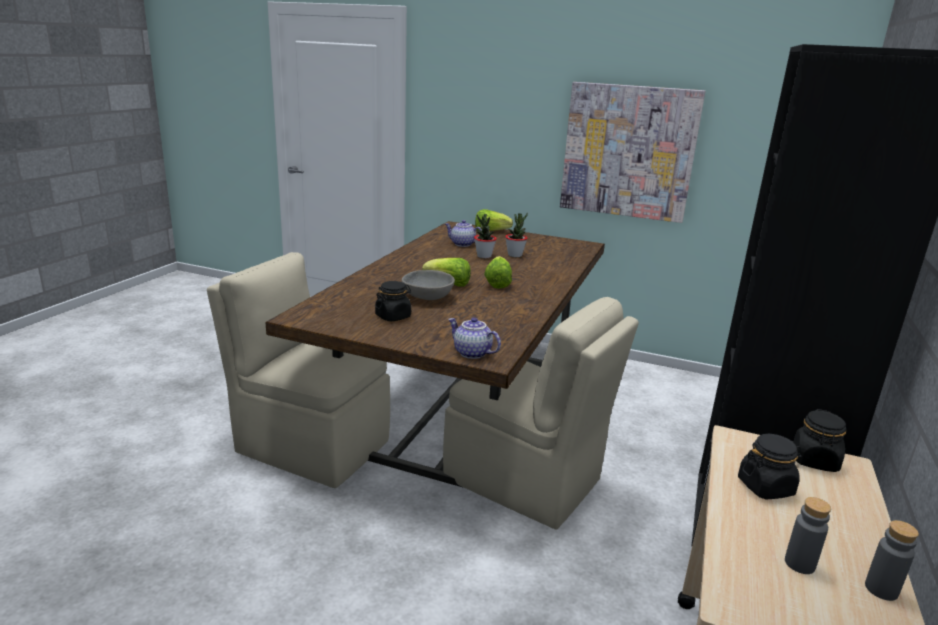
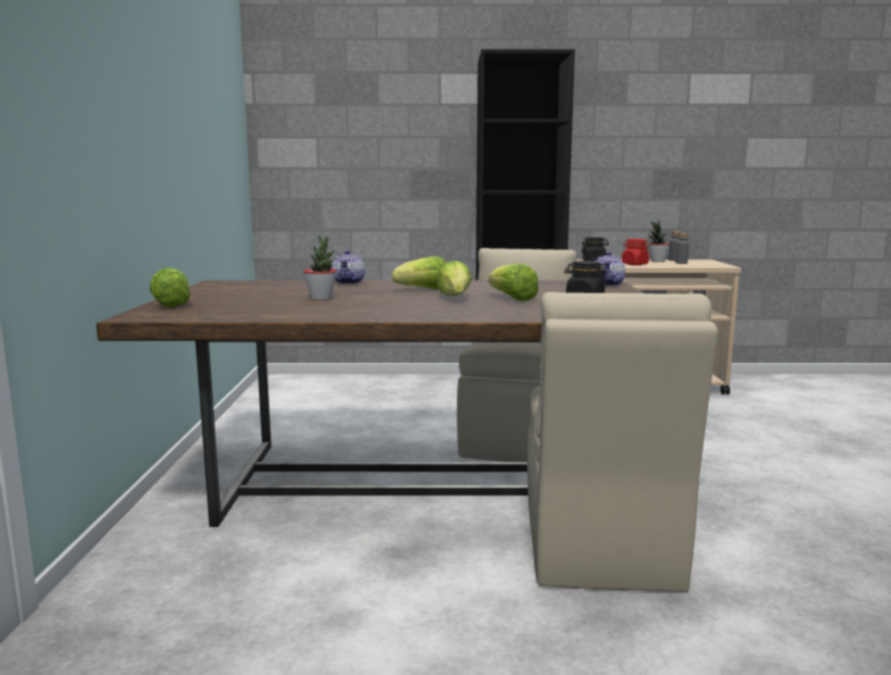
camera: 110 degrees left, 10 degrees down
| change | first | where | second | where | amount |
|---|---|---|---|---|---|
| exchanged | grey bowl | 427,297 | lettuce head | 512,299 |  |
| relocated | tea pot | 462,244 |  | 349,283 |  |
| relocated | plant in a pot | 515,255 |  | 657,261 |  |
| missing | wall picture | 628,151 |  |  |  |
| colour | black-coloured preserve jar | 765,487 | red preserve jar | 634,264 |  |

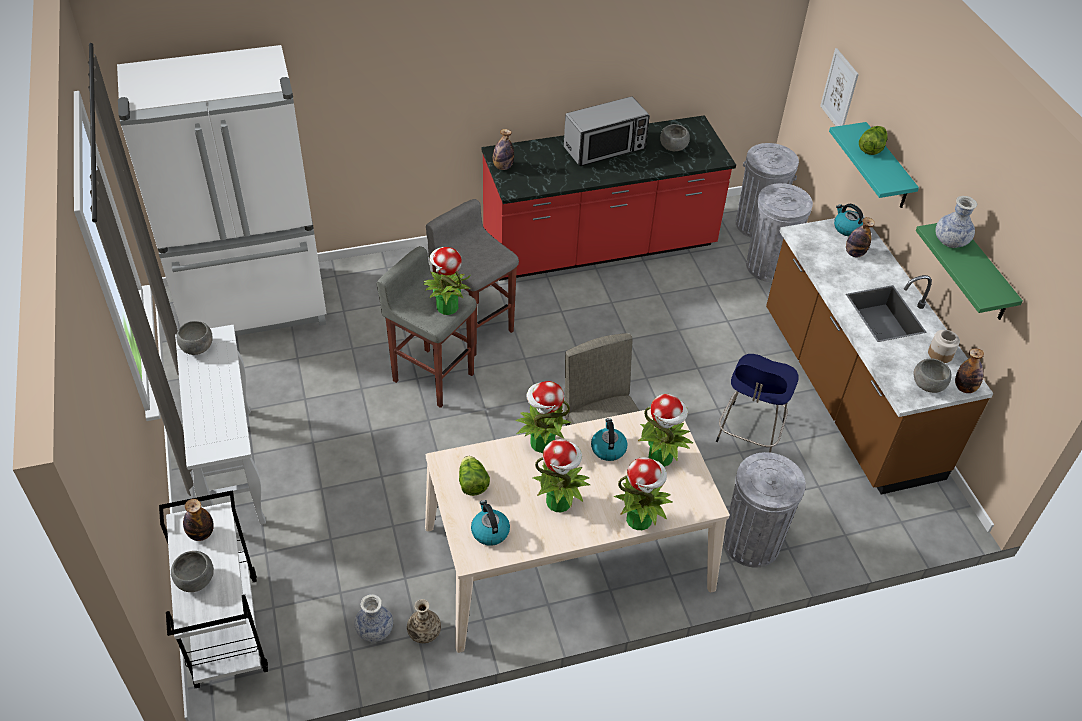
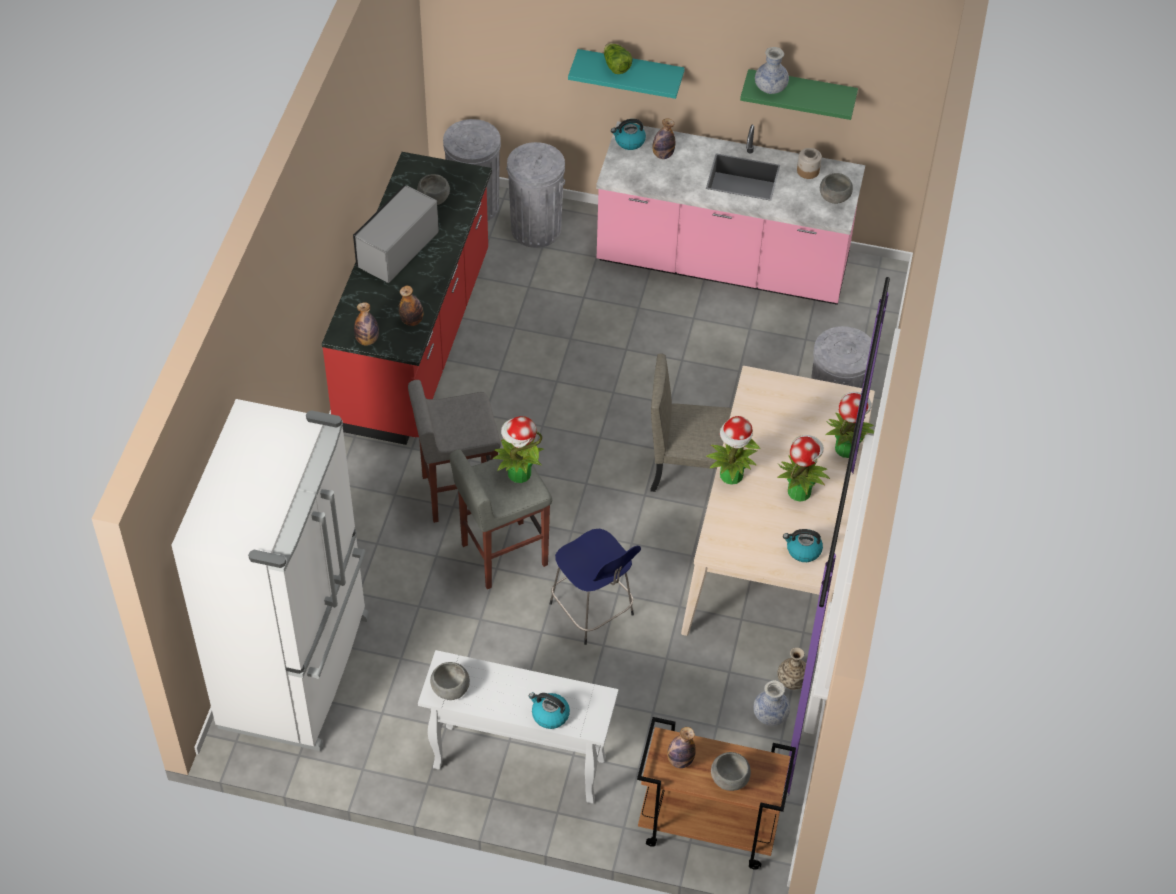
camera: 60 degrees left, 5 degrees up
| change | first | where | second | where | amount |
|---|---|---|---|---|---|
| colour | white-coloured cart | 226,629 | brownish cart | 707,828 |  |
| missing | lettuce head | 472,484 |  |  |  |
| spun | microwave | 605,148 |  | 397,249 | 150 degrees counterclockwise |
| relocated | tea kettle | 608,448 |  | 549,715 |  |
| missing | plant in a pot | 661,457 |  |  |  |
| relocated | blue-coloured sitting stool | 749,433 |  | 593,611 |  |
| colour | brownish kitchen counter | 847,393 | pink kitchen counter | 722,263 |  |
| missing | wall picture | 839,90 |  |  |  |
| relocated | bottle | 964,388 |  | 412,321 |  |

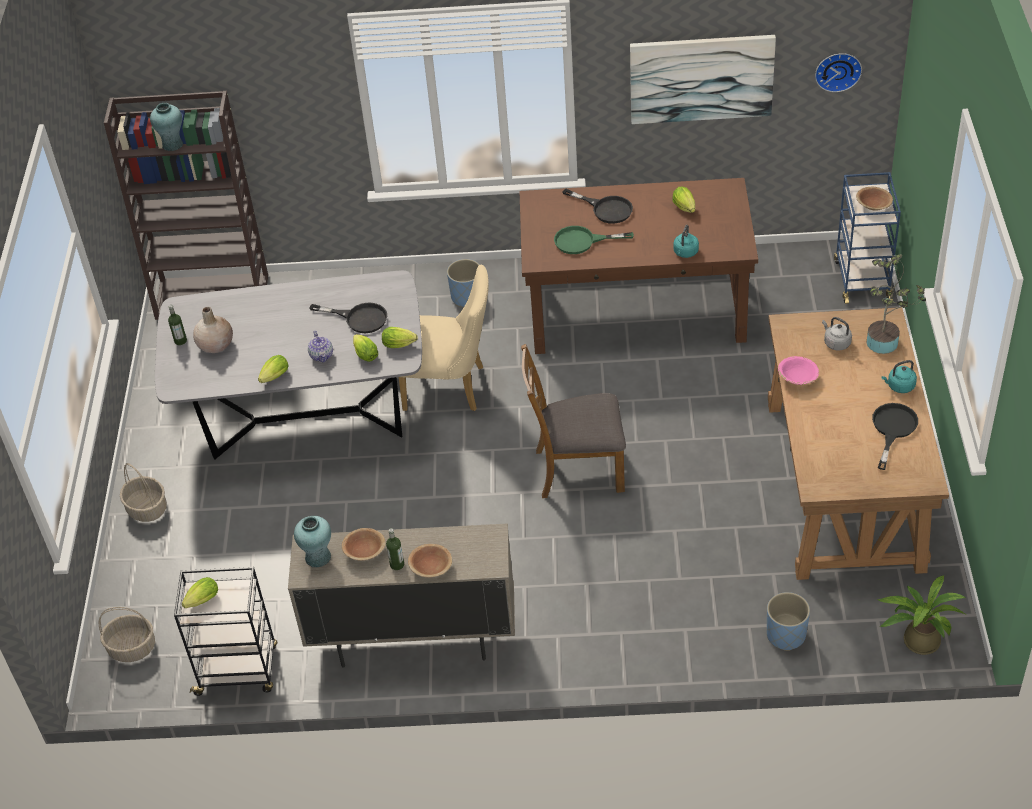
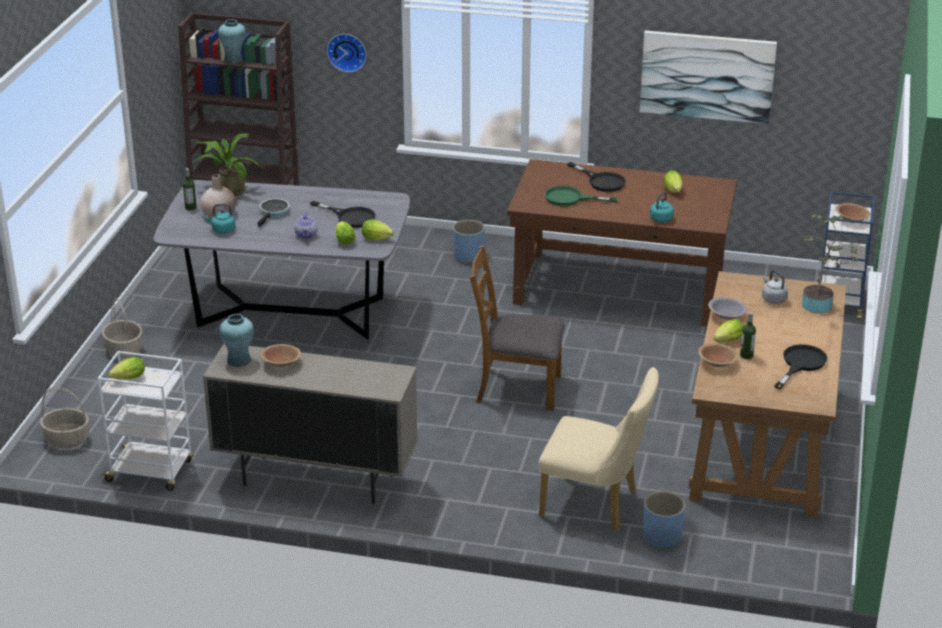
camera: 10 degrees right, 15 degrees down
| change | first | where | second | where | amount |
|---|---|---|---|---|---|
| colour | black-coloured cart | 238,670 | white-coloured cart | 151,471 |  |
| relocated | lettuce head | 274,378 |  | 726,342 |  |
| relocated | bottle | 397,564 |  | 746,356 |  |
| relocated | sand-coloured chair | 451,388 |  | 596,505 |  |
| relocated | brownish bowl | 431,568 |  | 717,363 |  |
| colour | pink bowl | 797,378 | grey bowl | 726,316 |  |
| relocated | wall clock | 837,70 |  | 347,51 |  |
| relocated | plant in a pot | 917,639 |  | 228,189 |  |
| relocated | turquoise-coloured tea kettle | 899,386 |  | 222,230 |  |
| appeared |  |  | frying pan | 274,213 |  |

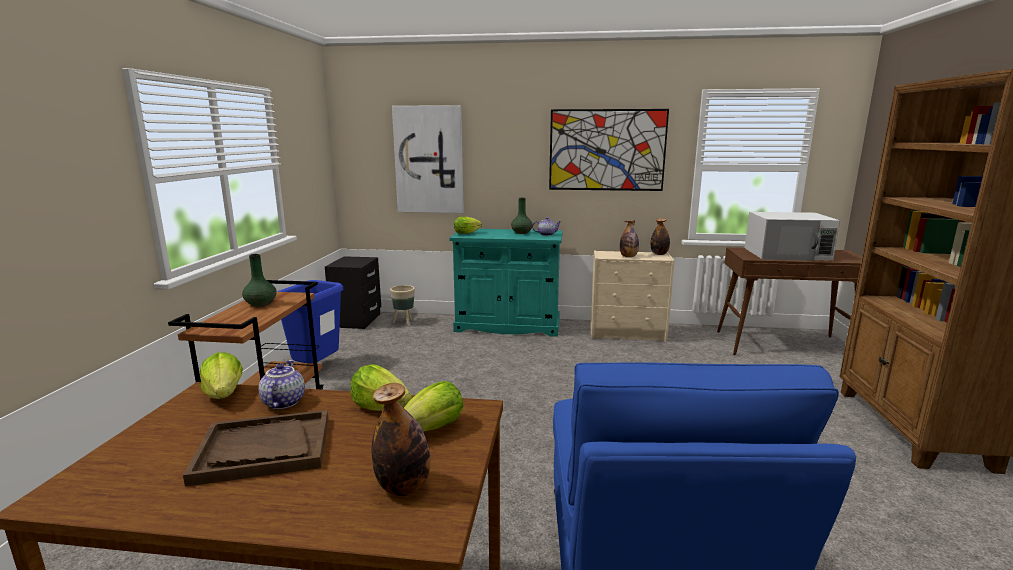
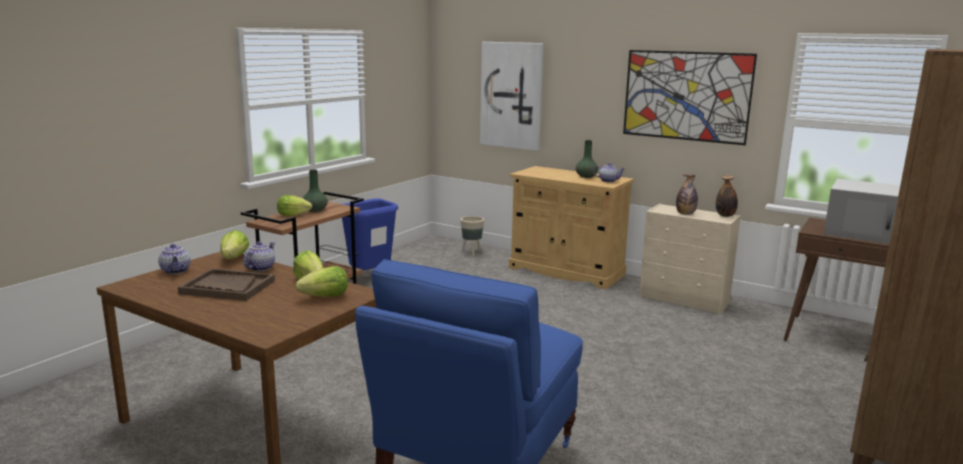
camera: 25 degrees right, 0 degrees up
| change | first | where | second | where | amount |
|---|---|---|---|---|---|
| missing | black-coloured night table | 356,320 |  |  |  |
| missing | bottle | 404,487 |  |  |  |
| colour | turquoise-coloured cupboard | 507,325 | sand-coloured cupboard | 566,271 |  |
| relocated | lettuce head | 466,233 |  | 293,215 |  |
| appeared |  |  | tea pot | 176,271 |  |

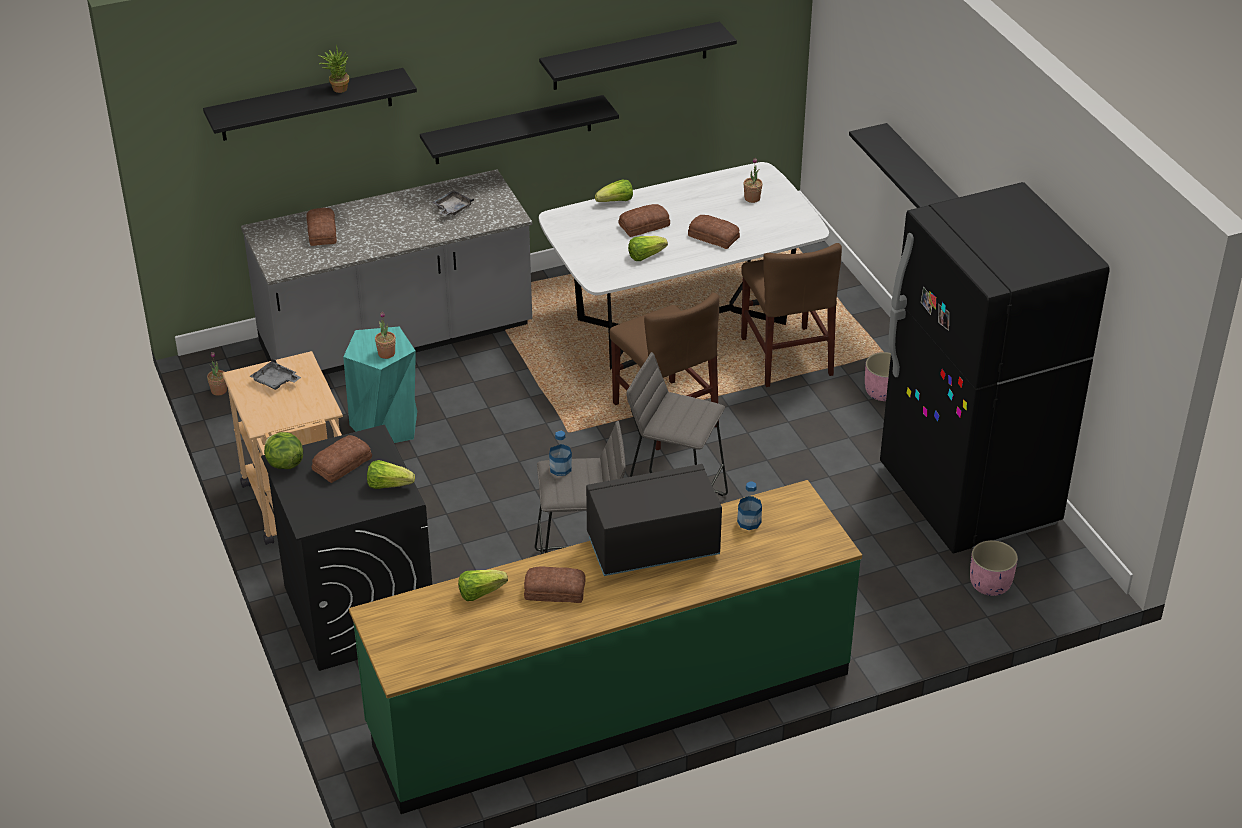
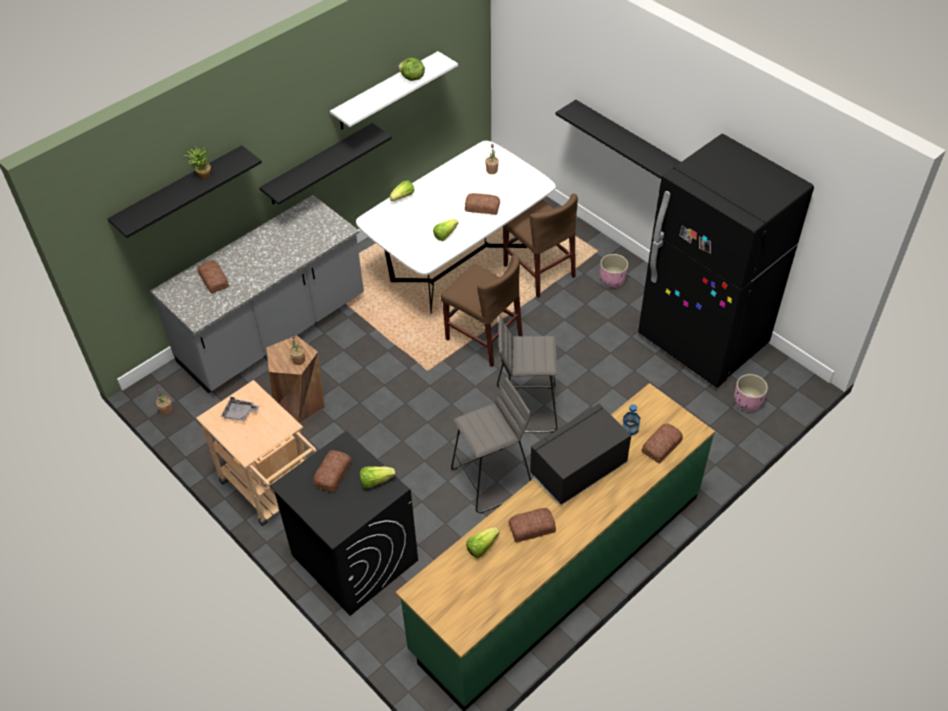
camera: 20 degrees left, 10 degrees up
| change | first | where | second | where | amount |
|---|---|---|---|---|---|
| relocated | lettuce head | 284,464 |  | 412,78 |  |
| colour | turquoise-coloured sitting stool | 386,425 | brownish sitting stool | 300,402 |  |
| missing | grey serving tray | 452,209 |  |  |  |
| colour | black-coloured shelf | 630,56 | white-coloured shelf | 386,91 |  |
| missing | bottle | 560,468 |  |  |  |
| relocated | baked bread | 645,226 |  | 662,446 |  |

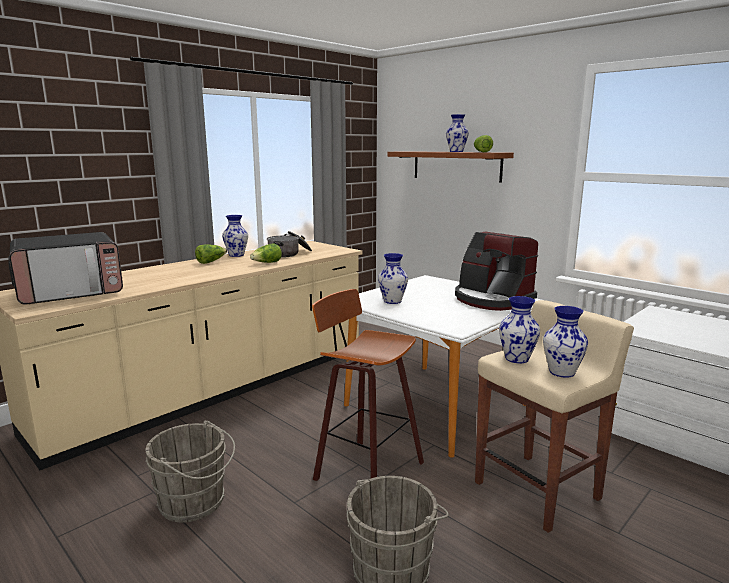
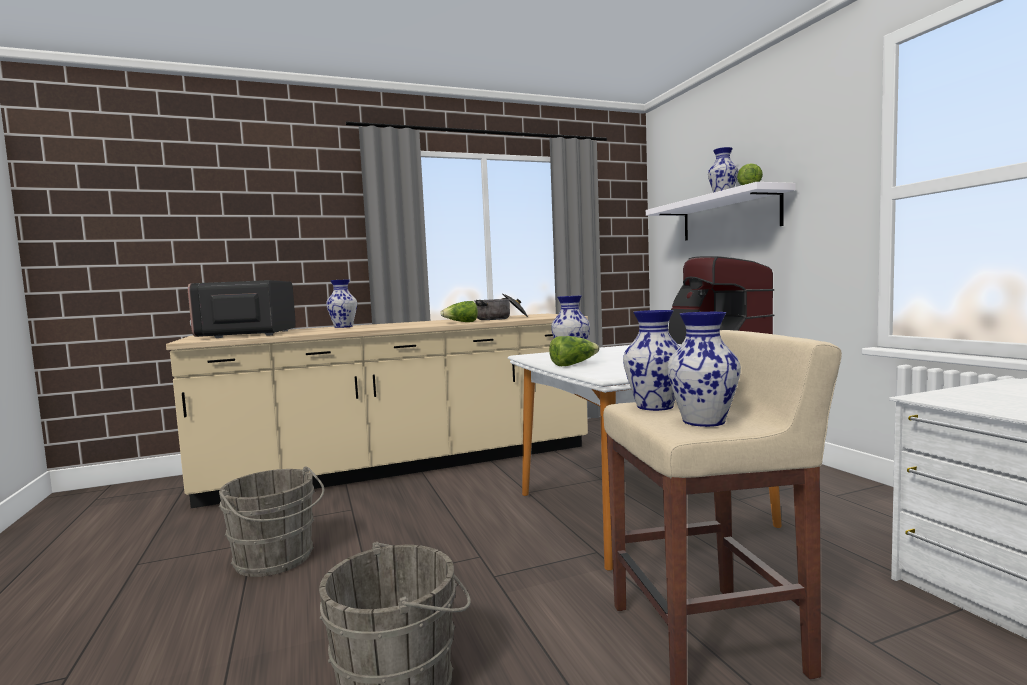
camera: 25 degrees right, 10 degrees down
| change | first | where | second | where | amount |
|---|---|---|---|---|---|
| spun | microwave | 71,292 |  | 248,334 | 90 degrees clockwise |
| relocated | lettuce head | 211,262 |  | 573,364 |  |
| relocated | decorative vase | 237,255 |  | 343,327 |  |
| missing | sitting stool | 365,471 |  |  |  |
| colour | brownish shelf | 456,166 | white-coloured shelf | 729,216 |  |

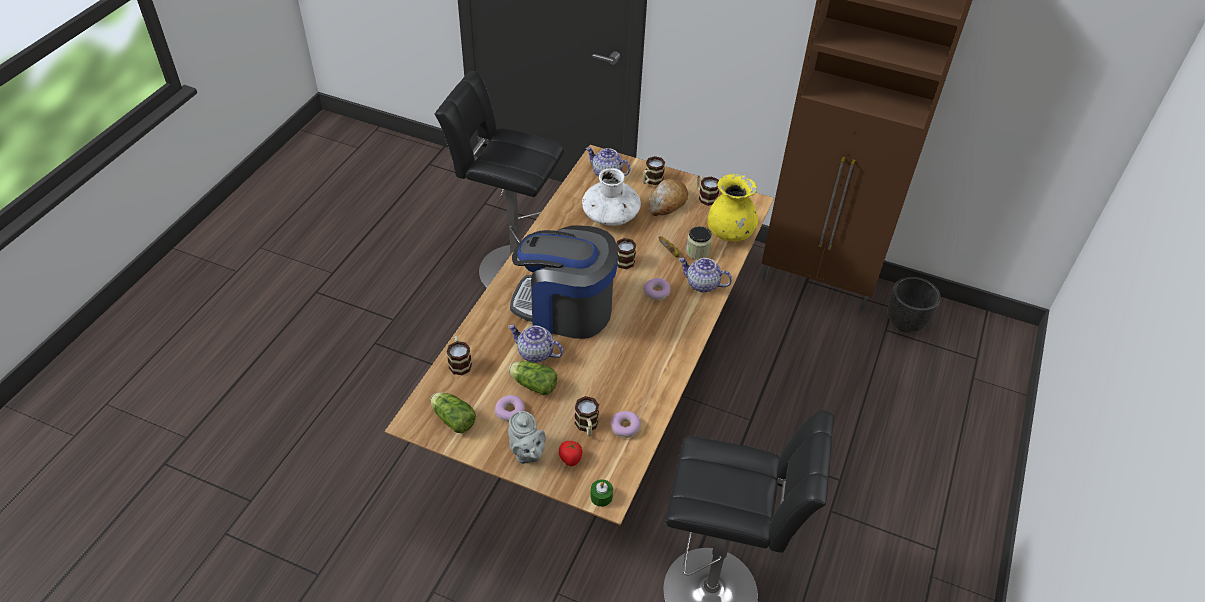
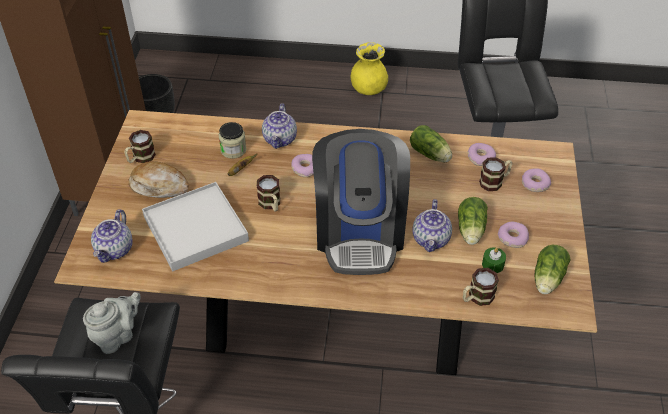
camera: 105 degrees left, 0 degrees up
| change | first | where | second | where | amount |
|---|---|---|---|---|---|
| relocated | grey tea pot | 526,453 |  | 118,336 |  |
| exchanged | tomato | 570,459 | donut | 534,184 |  |
| exchanged | white-coloured decorative vase | 610,215 | white-coloured serving tray | 195,229 |  |
| relocated | green-coloured candle | 601,496 |  | 492,265 |  |
| missing | tea mug | 651,181 |  |  |  |
| relocated | yellow decorative vase | 730,233 |  | 368,89 |  |
| appeared |  |  | lettuce head | 431,155 |  |

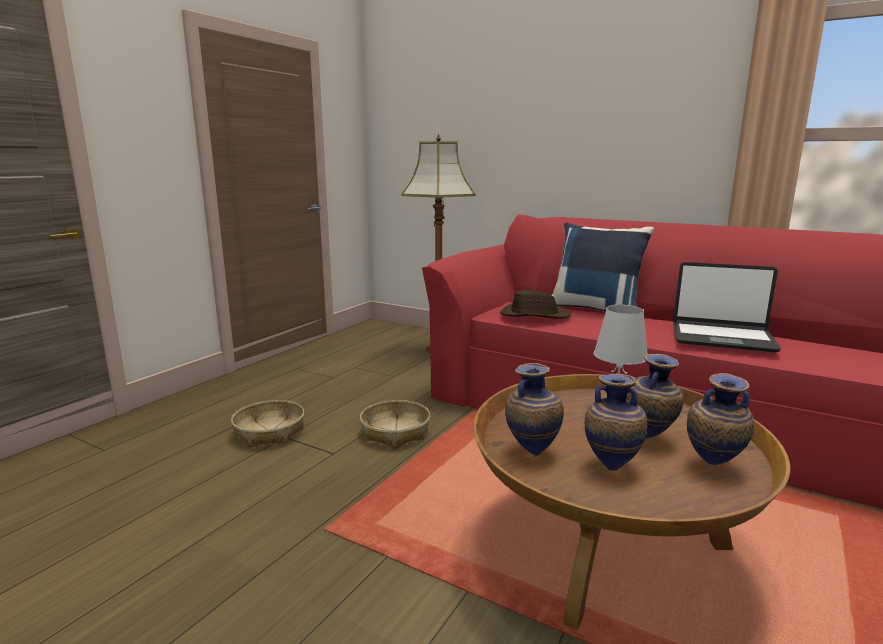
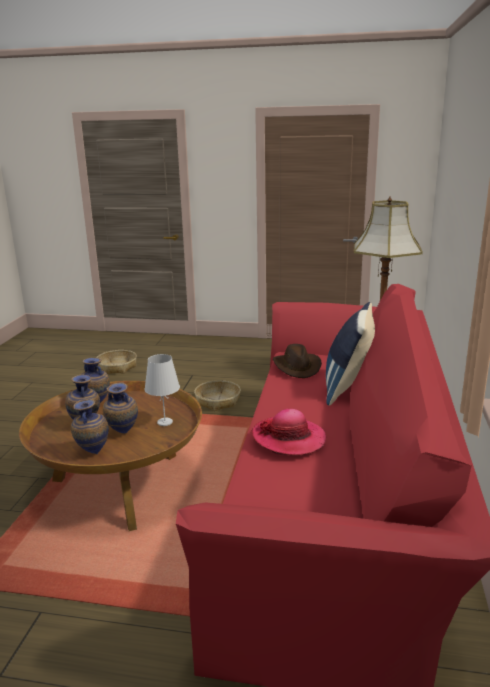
camera: 70 degrees right, 5 degrees up
| change | first | where | second | where | amount |
|---|---|---|---|---|---|
| relocated | storage basket | 269,432 |  | 117,367 |  |
| exchanged | portable computer | 722,338 | wearable hat | 289,438 |  |

